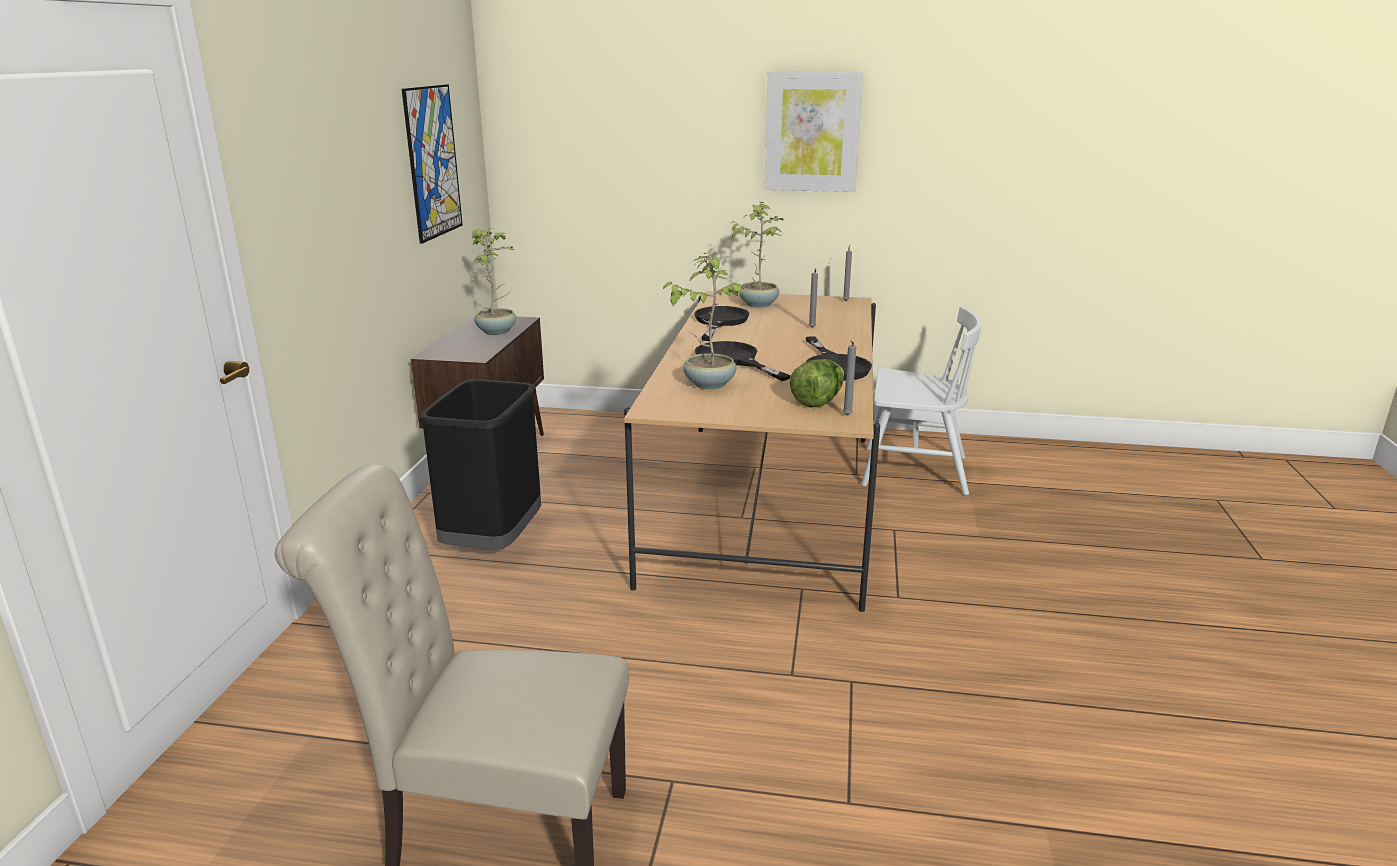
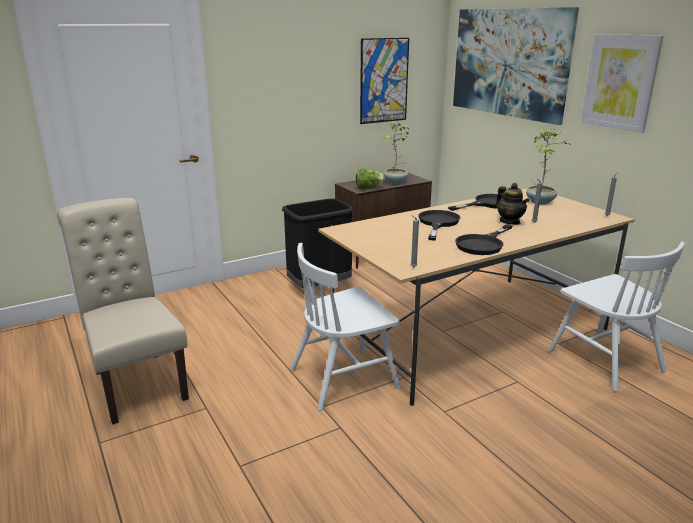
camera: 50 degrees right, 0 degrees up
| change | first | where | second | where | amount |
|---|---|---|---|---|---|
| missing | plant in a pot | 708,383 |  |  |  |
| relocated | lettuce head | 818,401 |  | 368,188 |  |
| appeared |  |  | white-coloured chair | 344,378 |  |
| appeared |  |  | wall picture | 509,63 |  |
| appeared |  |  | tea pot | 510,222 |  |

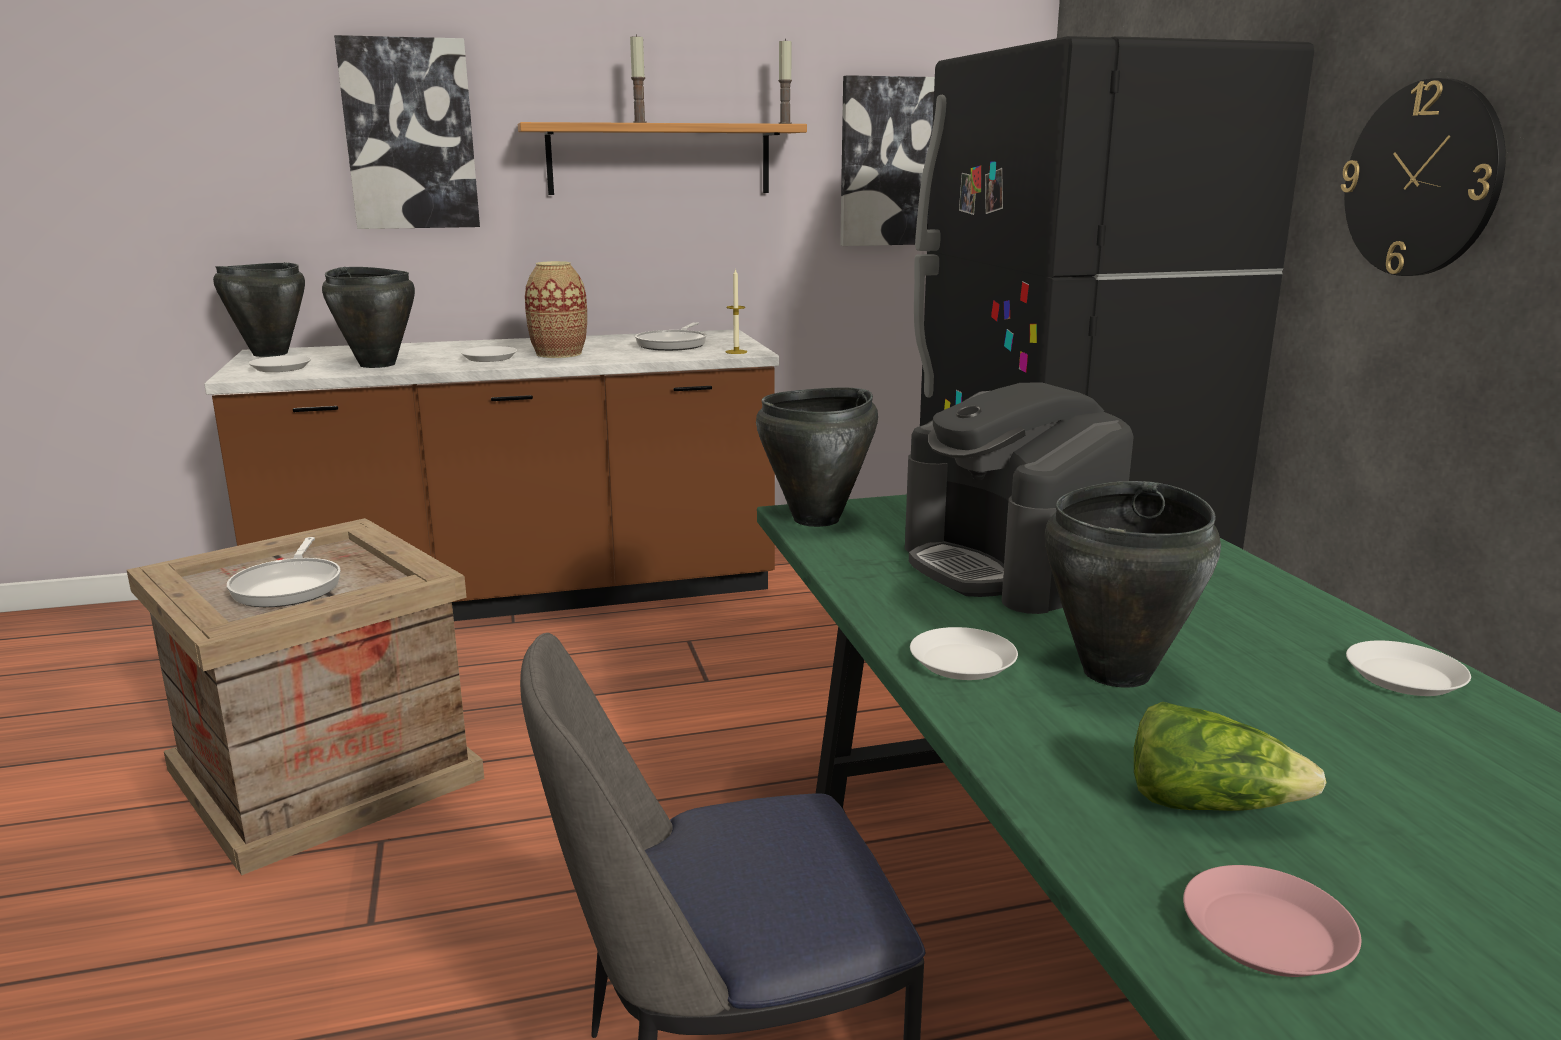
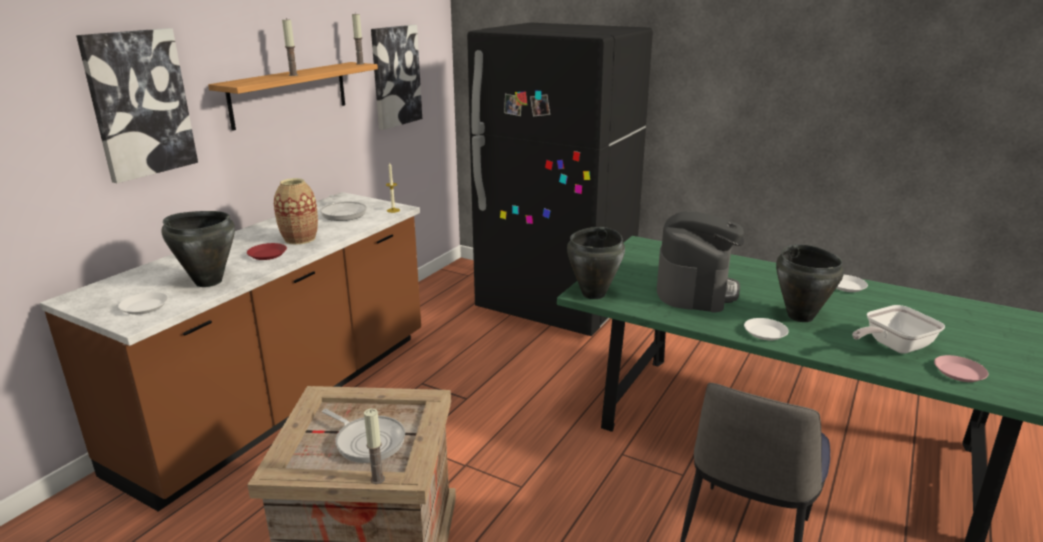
camera: 45 degrees left, 5 degrees up
| change | first | where | second | where | amount |
|---|---|---|---|---|---|
| missing | black-coloured saucepot | 269,354 |  |  |  |
| colour | white-coloured plate | 489,358 | red plate | 267,254 |  |
| spun | coffee brewer | 1010,567 |  | 696,289 | 90 degrees counterclockwise |
| exchanged | lettuce head | 1209,804 | frying pan | 892,346 |  |
| missing | wall clock | 1422,179 |  |  |  |
| appeared |  |  | candle | 377,479 |  |

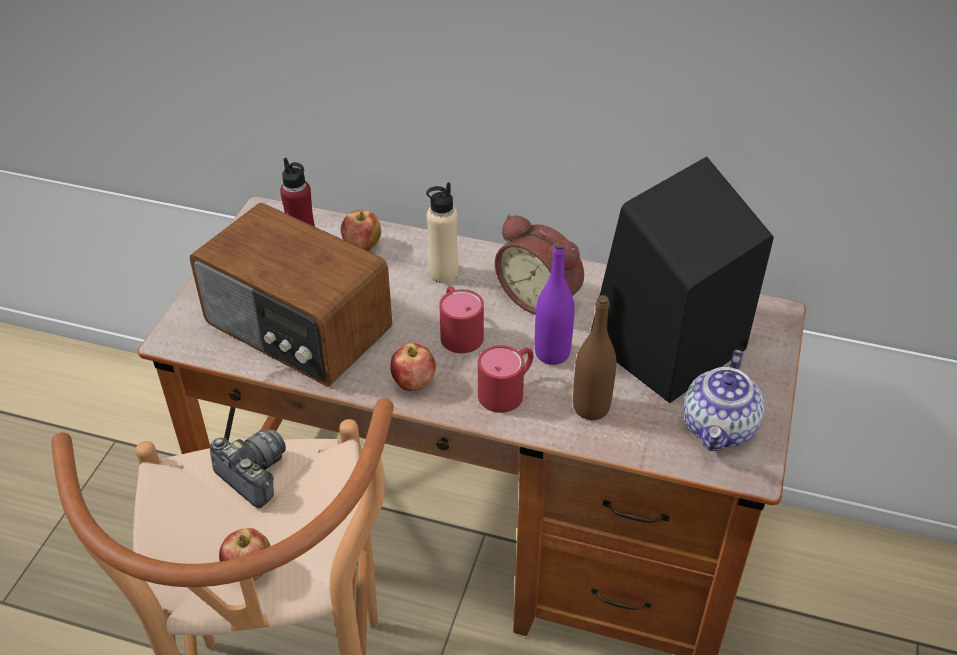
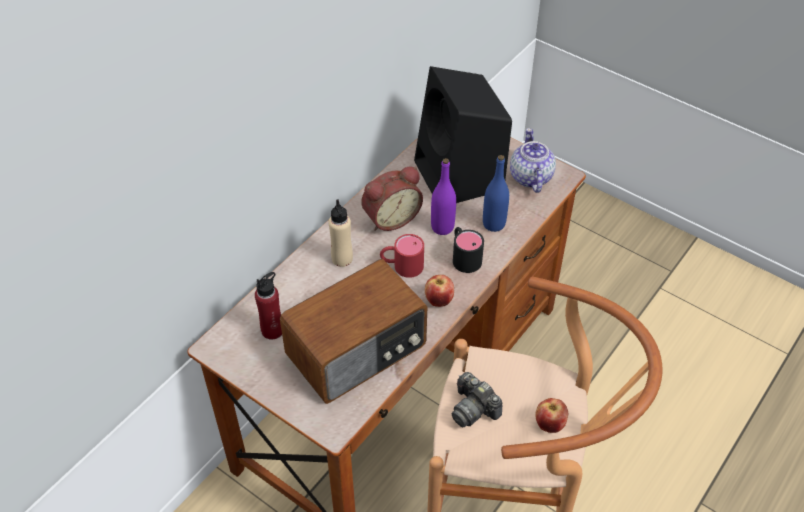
camera: 70 degrees left, 5 degrees up
| change | first | where | second | where | amount |
|---|---|---|---|---|---|
| spun | photo camera | 253,475 |  | 473,408 | 105 degrees counterclockwise |
| missing | apple fruit | 362,246 |  |  |  |
| colour | red tea mug | 508,390 | black-coloured tea mug | 464,256 |  |
| colour | brownish bottle | 591,407 | blue-coloured bottle | 494,224 |  |
| spun | tea pot | 720,428 |  | 530,177 | 135 degrees counterclockwise |

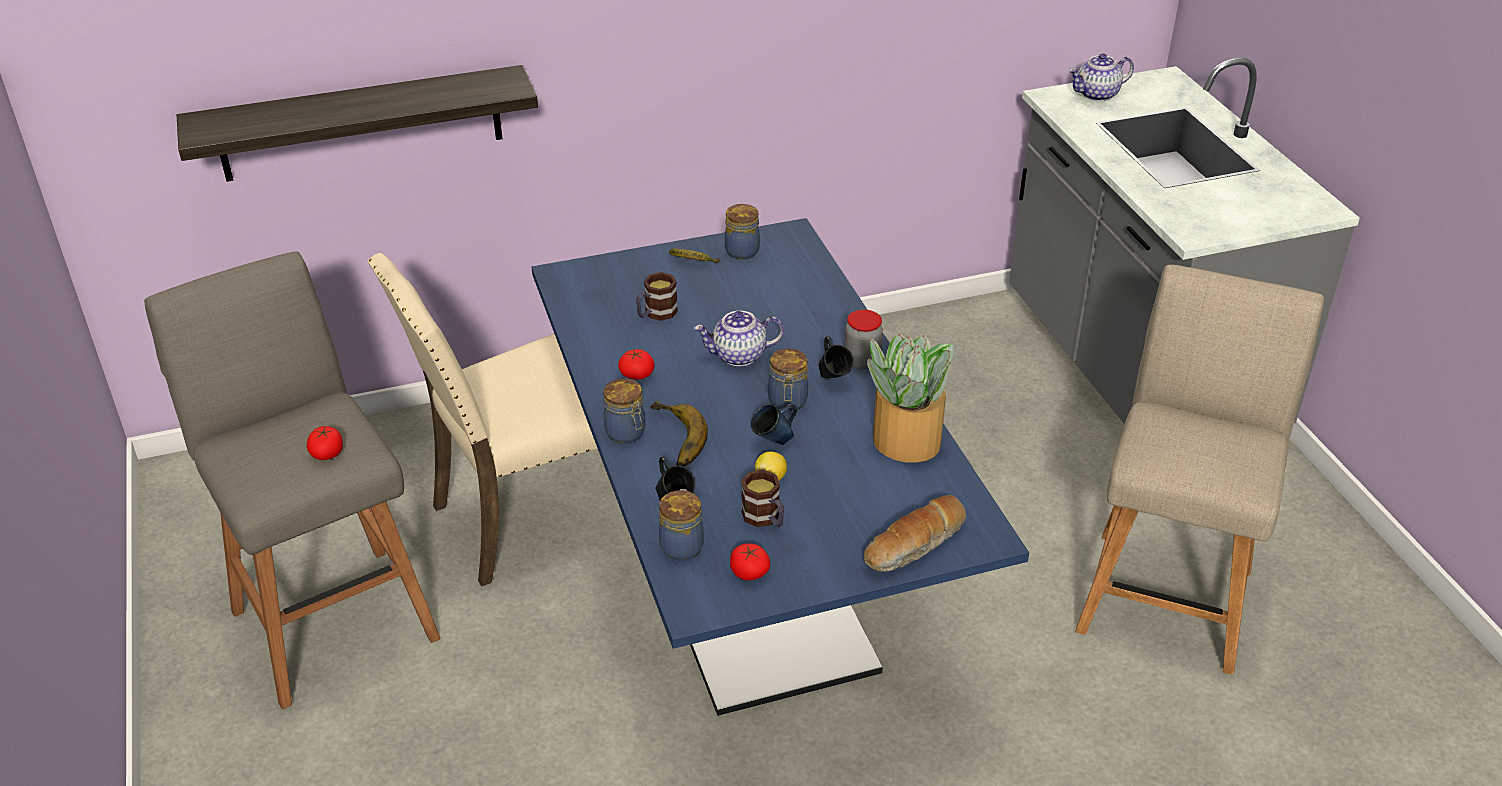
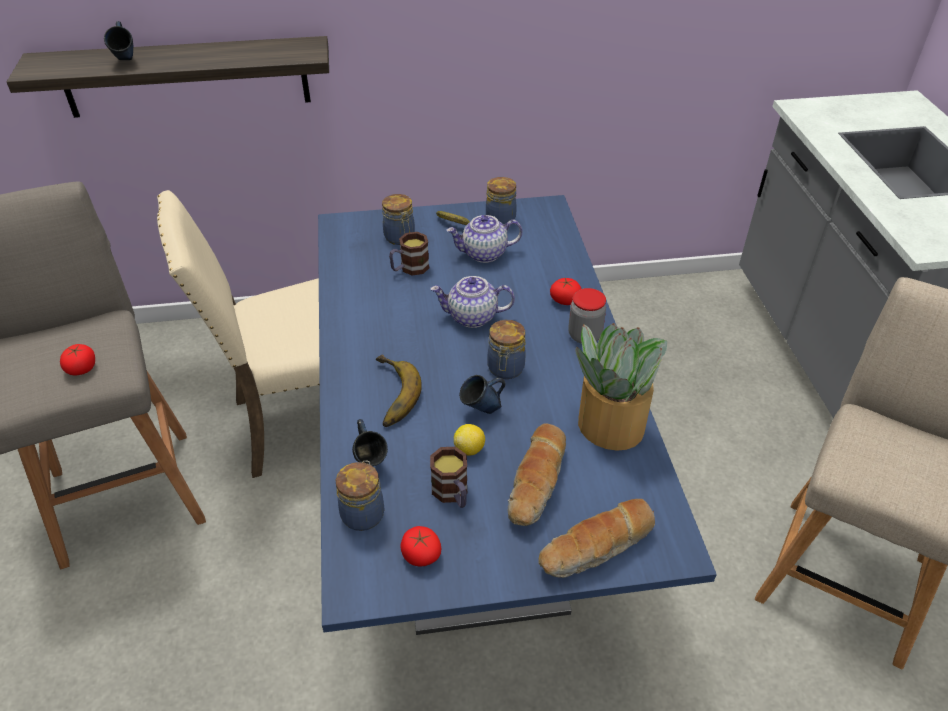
camera: 10 degrees right, 5 degrees up
| change | first | where | second | where | amount |
|---|---|---|---|---|---|
| relocated | preserve jar | 626,433 |  | 400,238 |  |
| relocated | tomato | 637,374 |  | 565,300 |  |
| relocated | blue-coloured tea mug | 833,380 |  | 126,62 |  |
| relocated | tea pot | 1097,94 |  | 484,254 |  |
| appeared |  |  | baked bread | 537,483 |  |

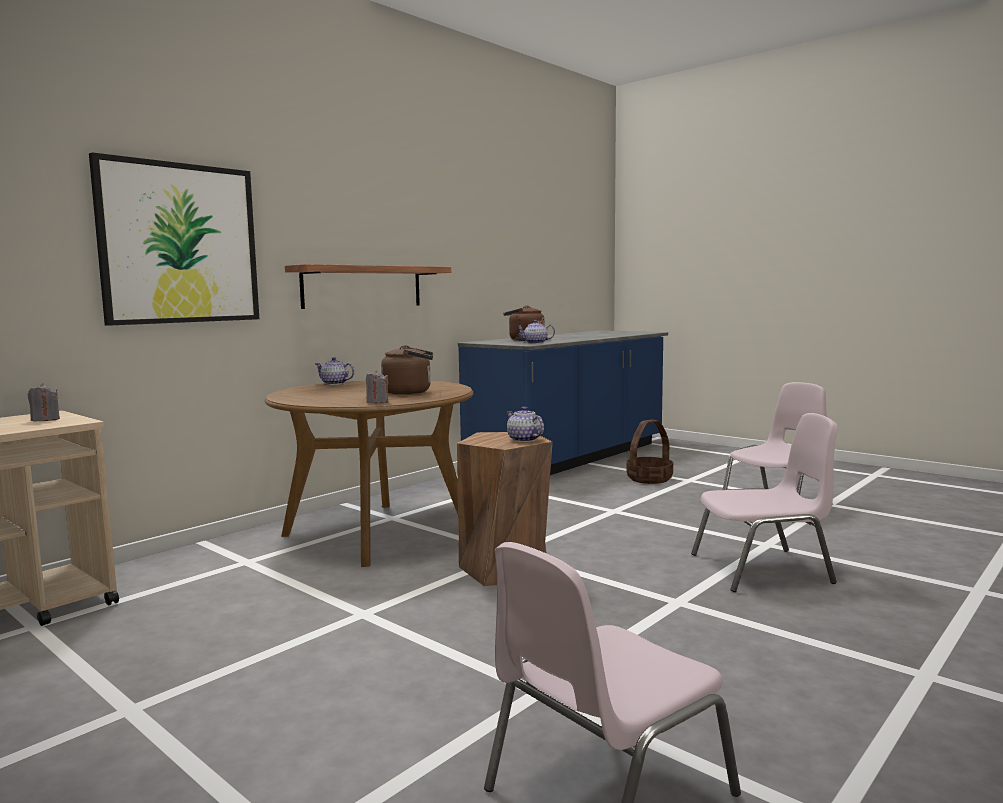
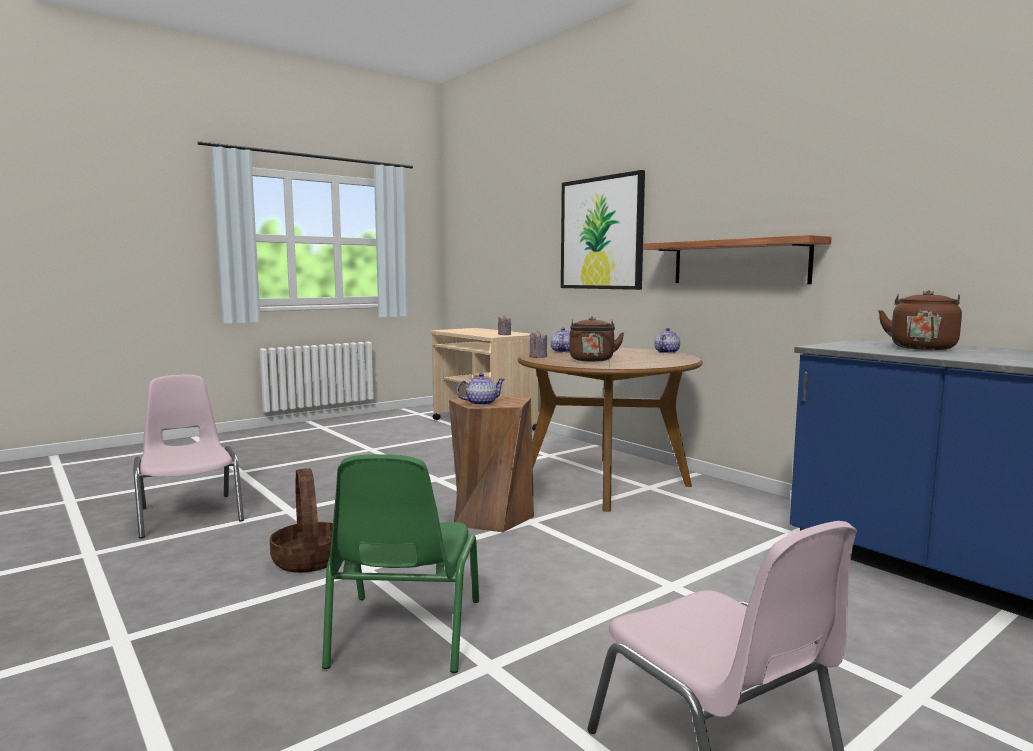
camera: 100 degrees right, 0 degrees up
| change | first | where | second | where | amount |
|---|---|---|---|---|---|
| relocated | tea pot | 536,343 |  | 562,351 |  |
| relocated | storage basket | 649,479 |  | 308,560 |  |
| colour | pink chair | 763,569 | green-coloured chair | 404,634 |  |

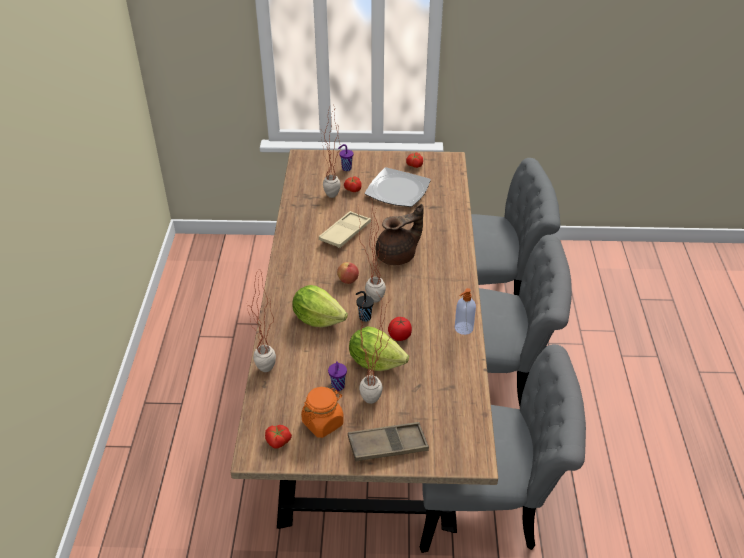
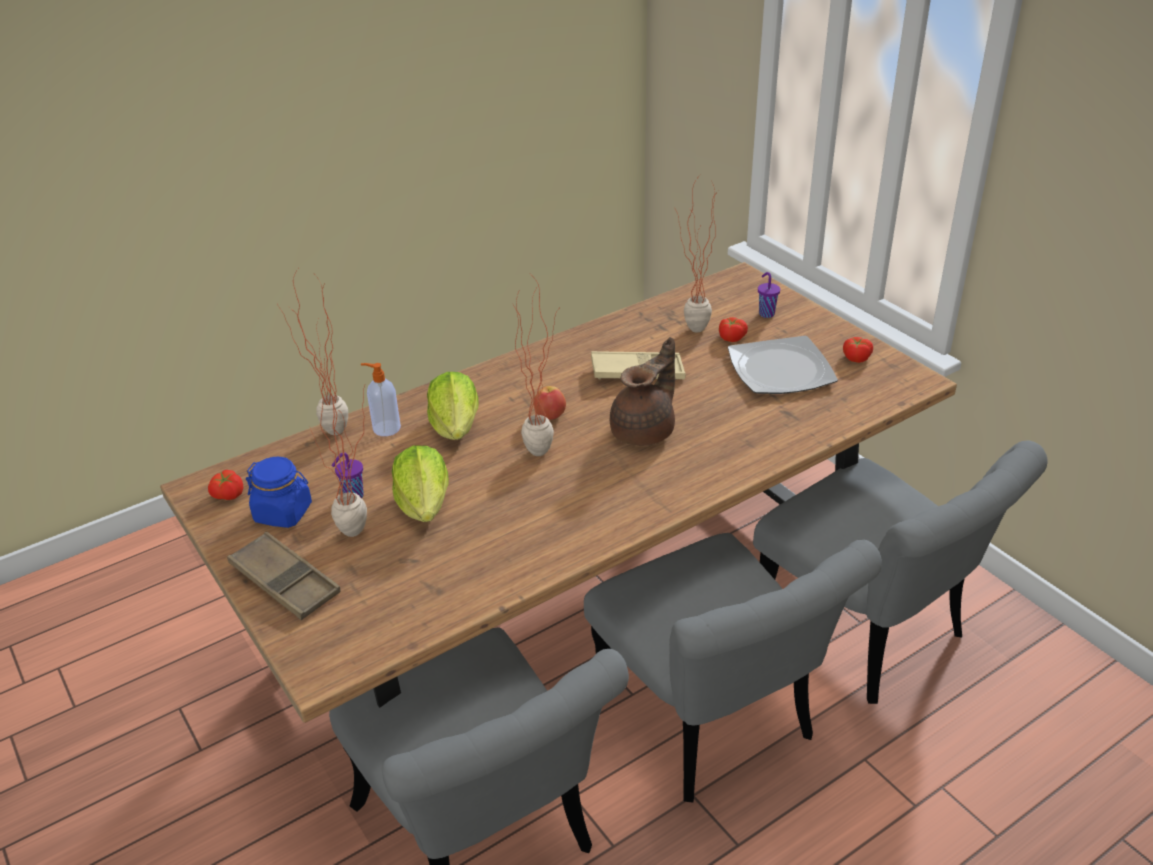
camera: 55 degrees right, 5 degrees down
| change | first | where | second | where | amount |
|---|---|---|---|---|---|
| colour | orange preserve jar | 323,422 | blue-coloured preserve jar | 283,513 |  |
| missing | black-coloured cup | 364,317 |  |  |  |
| spun | brownish tea pot | 398,256 |  | 645,431 | 75 degrees counterclockwise |
| missing | tomato | 399,336 |  |  |  |
| relocated | liquid soap bottle | 463,328 |  | 385,428 |  |

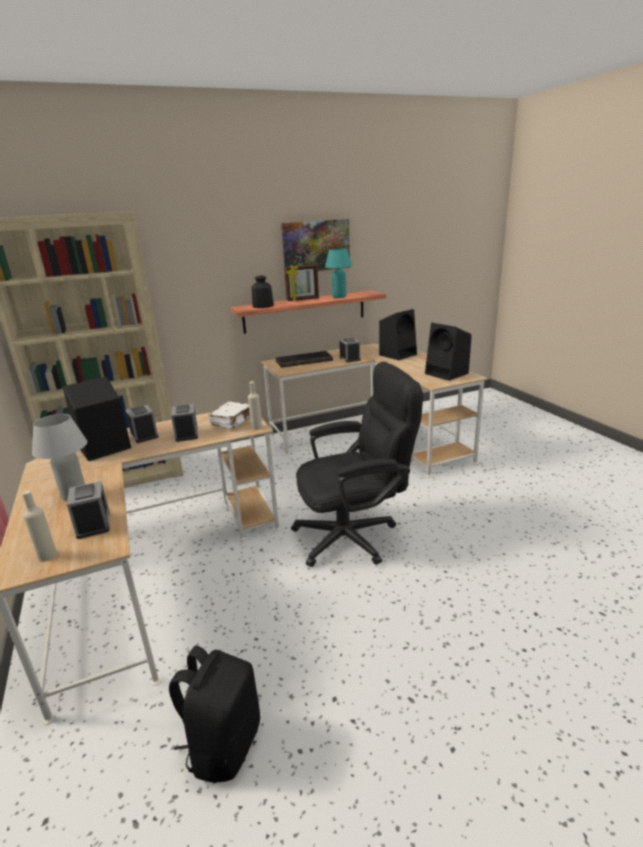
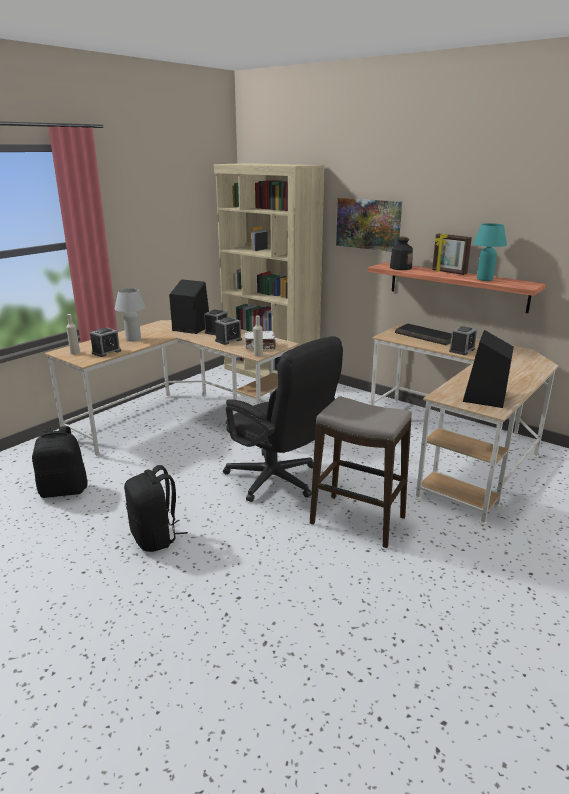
camera: 60 degrees right, 0 degrees up
| change | first | where | second | where | amount |
|---|---|---|---|---|---|
| relocated | wall picture | 316,246 |  | 368,224 |  |
| missing | black-coloured speaker | 398,354 |  |  |  |
| appeared |  |  | black-coloured backpack | 155,537 |  |
| appeared |  |  | sitting stool | 357,521 |  |

